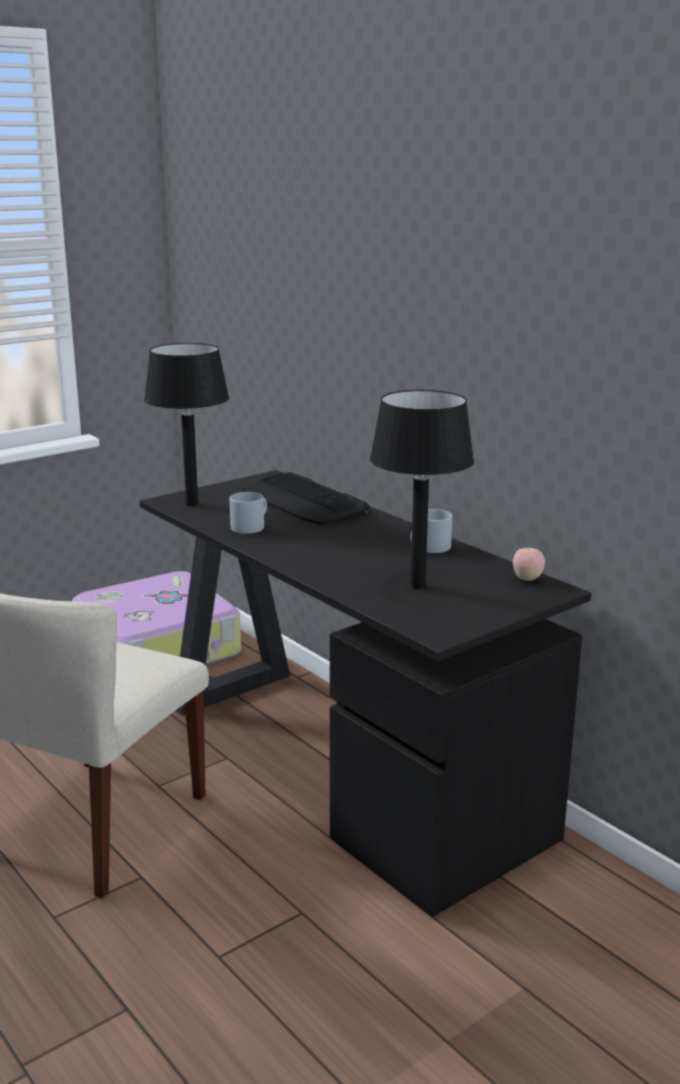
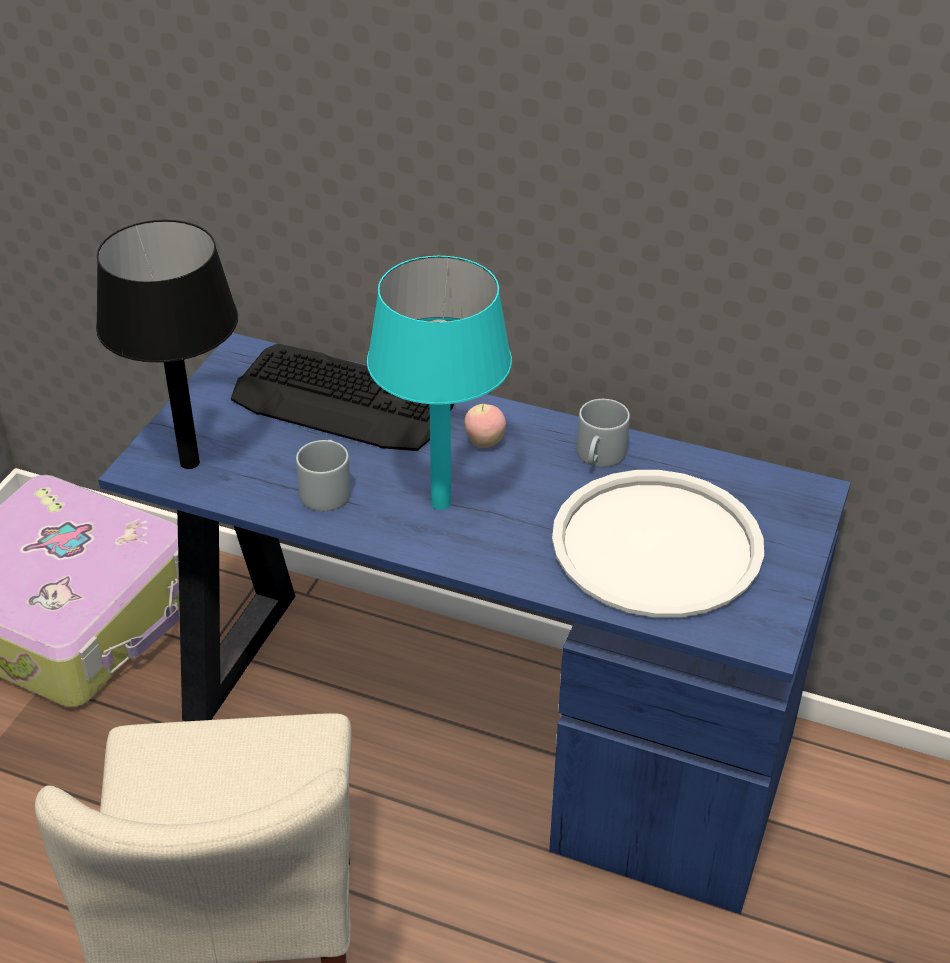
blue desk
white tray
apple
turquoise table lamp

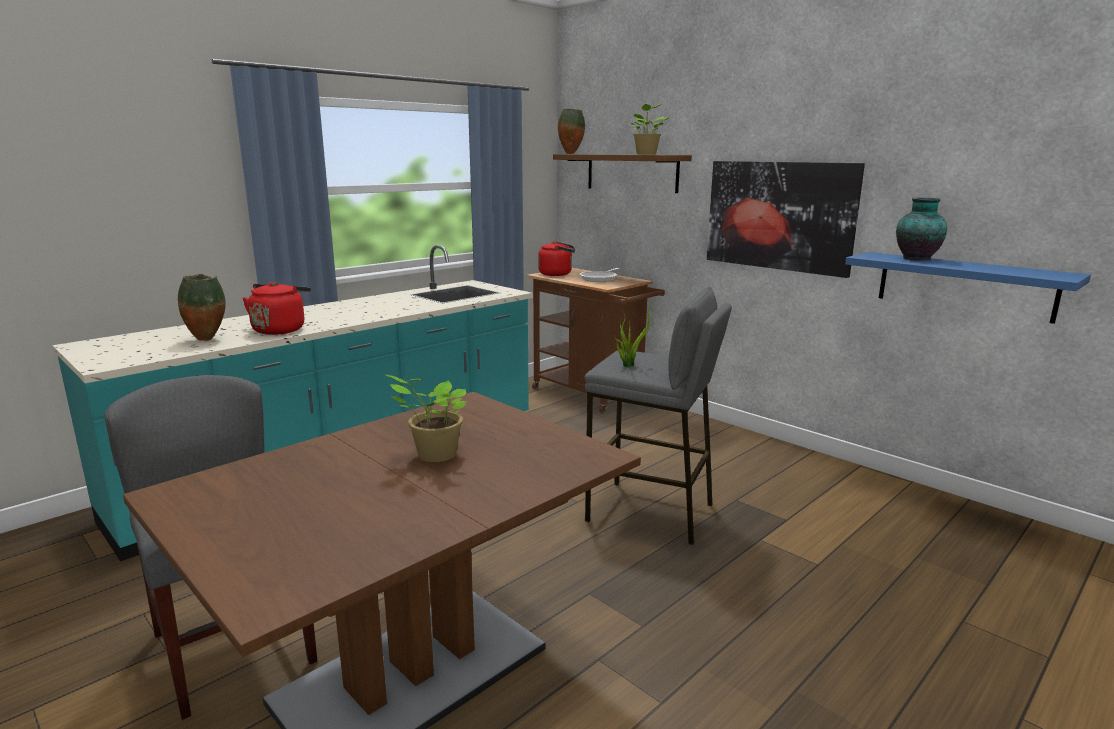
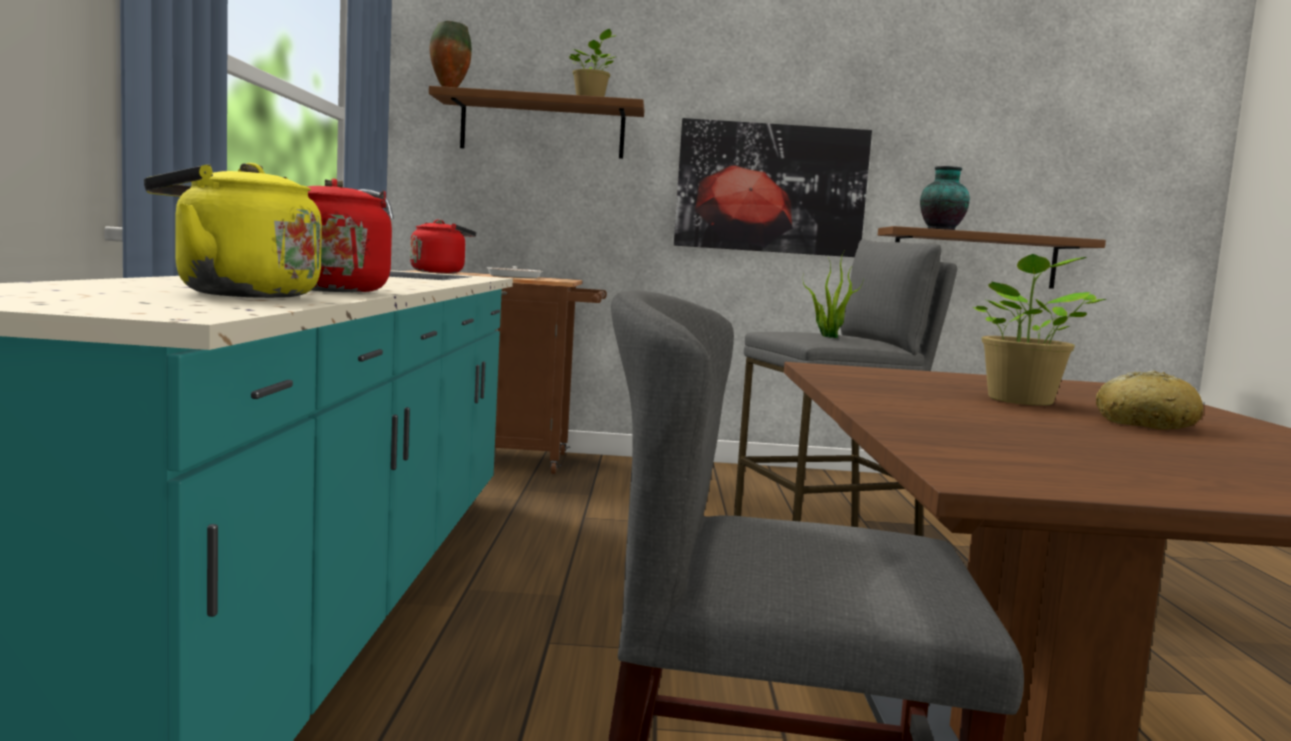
yellow kettle
brown shelf (2nd from left)
bread

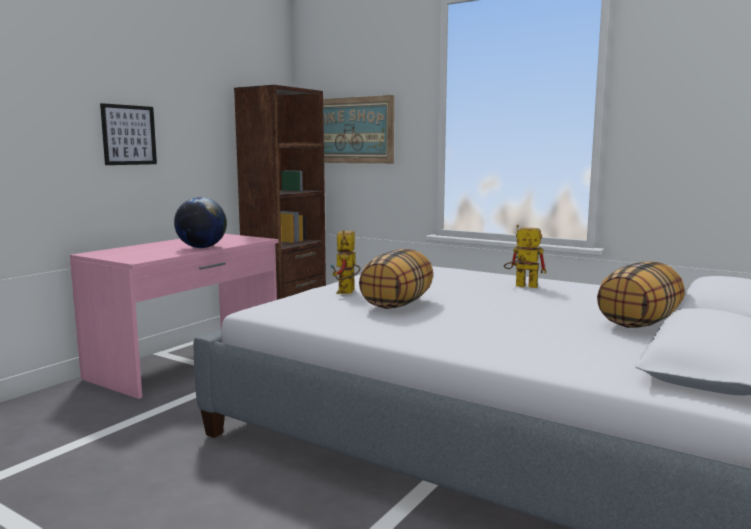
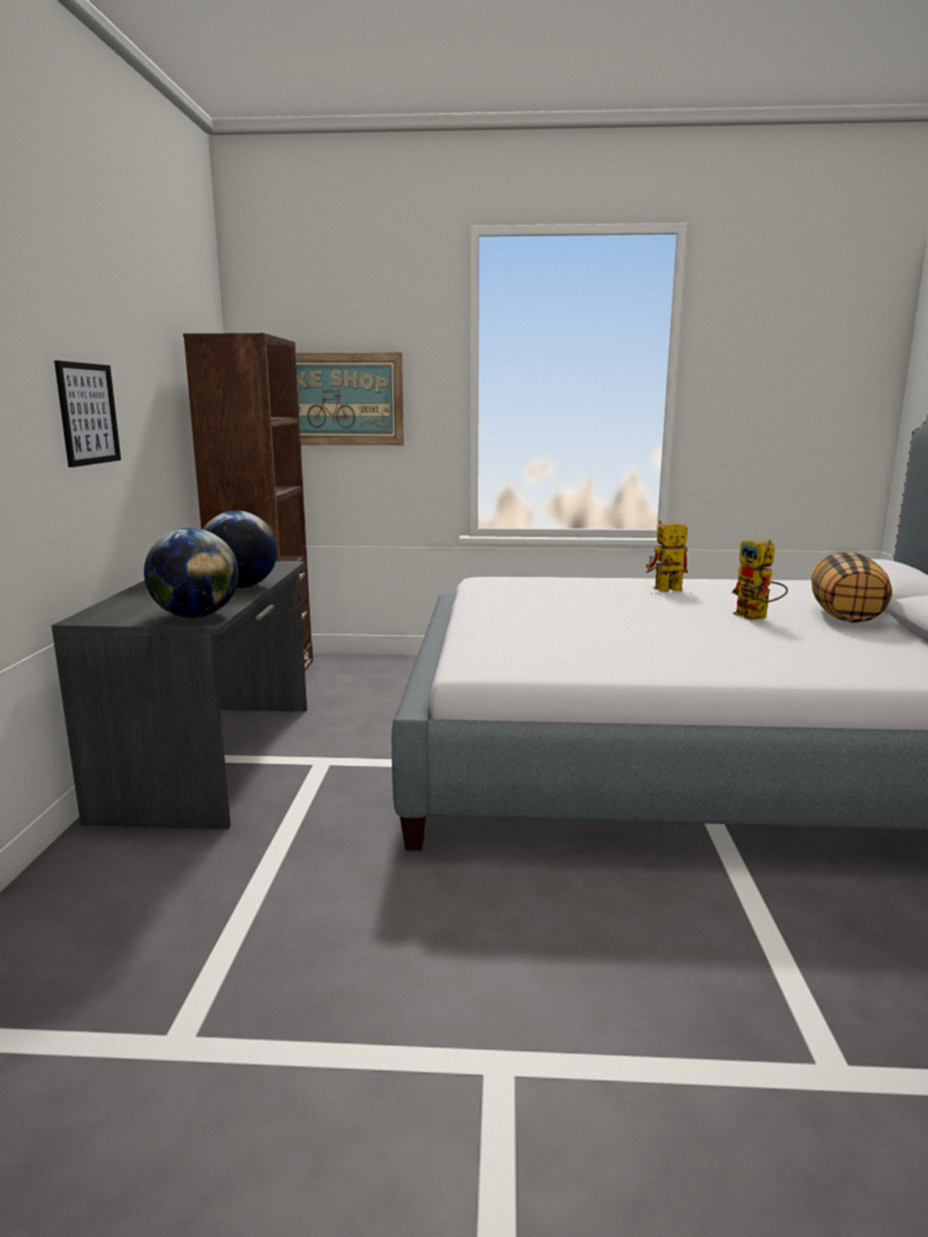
grey desk
toy robot (2nd from left)
pillow (1st from left in the first image)
globe (1st from left)

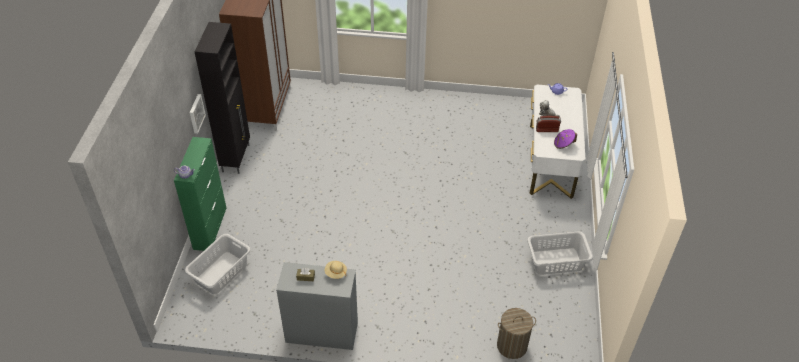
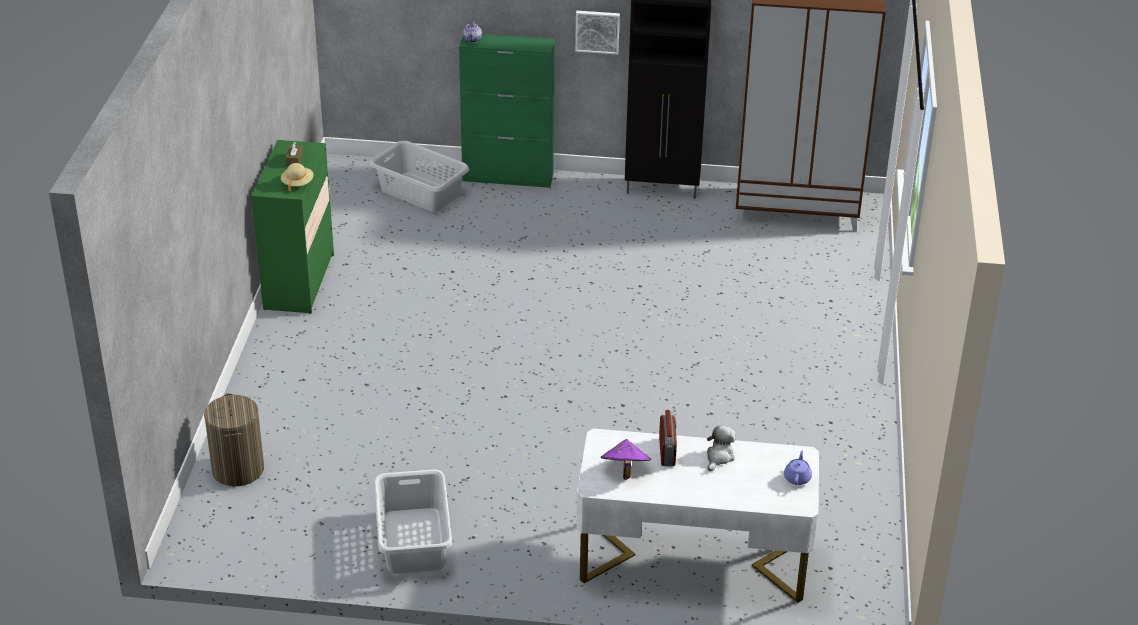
green dresser

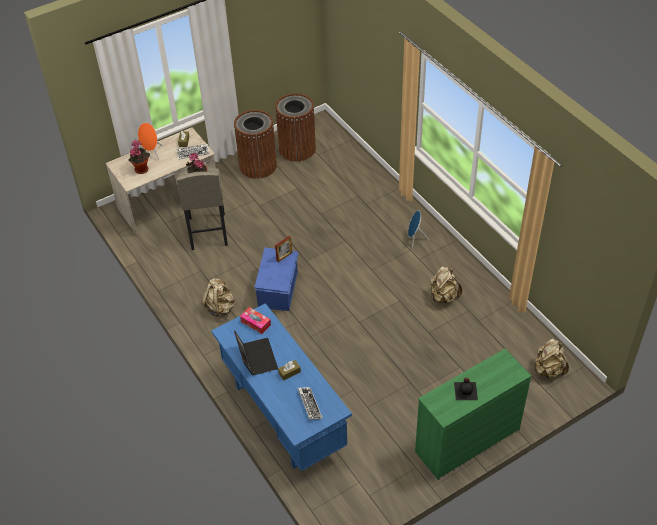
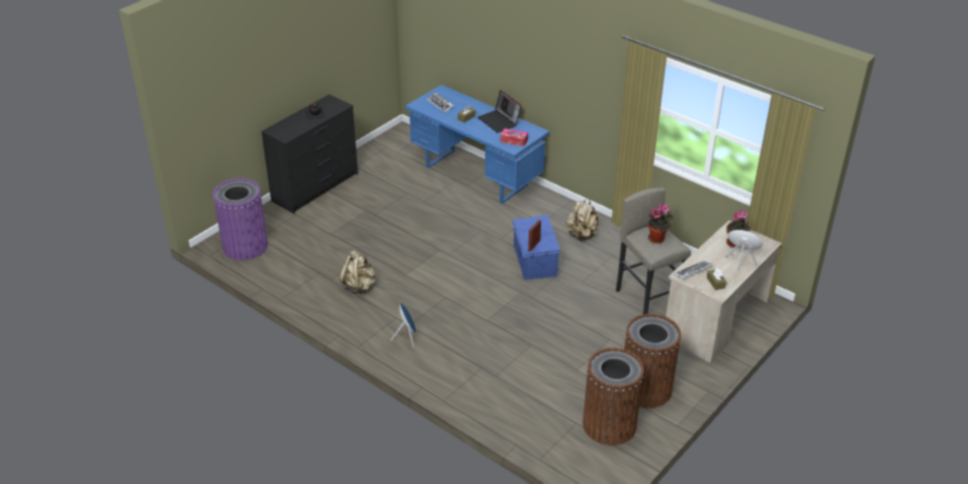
black dresser
purple trash can

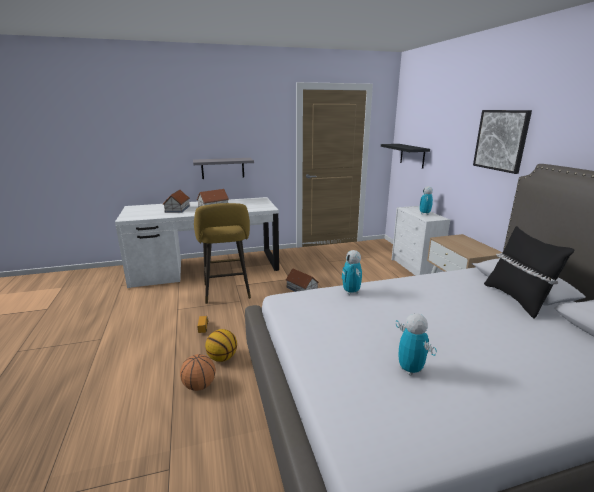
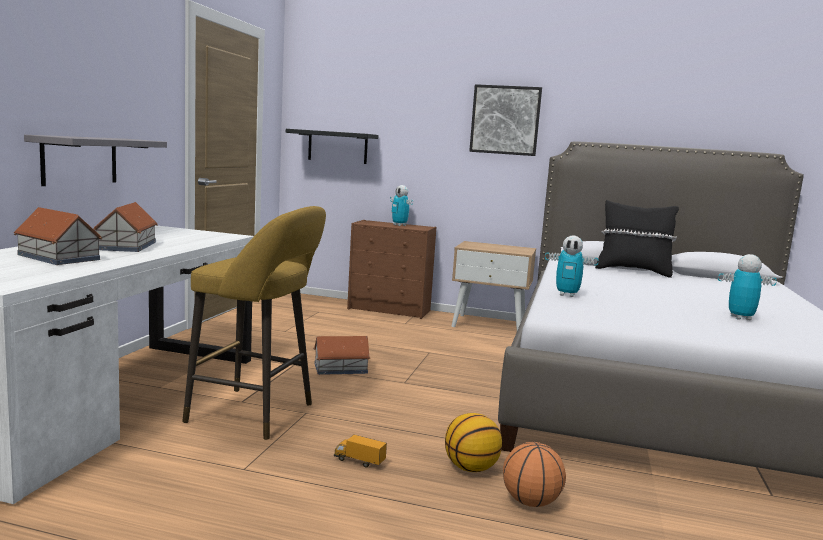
brown dresser

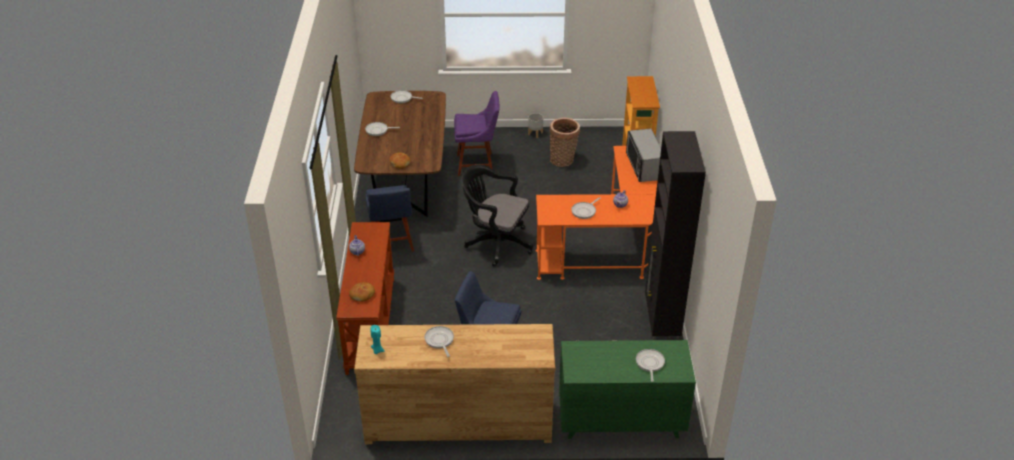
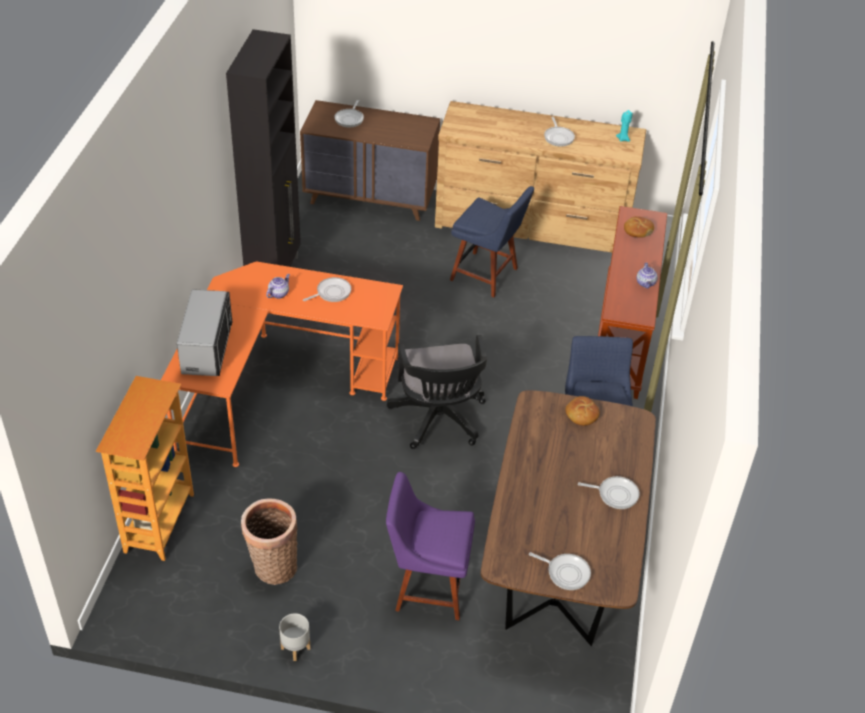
black office chair
brown dresser (1st from left)

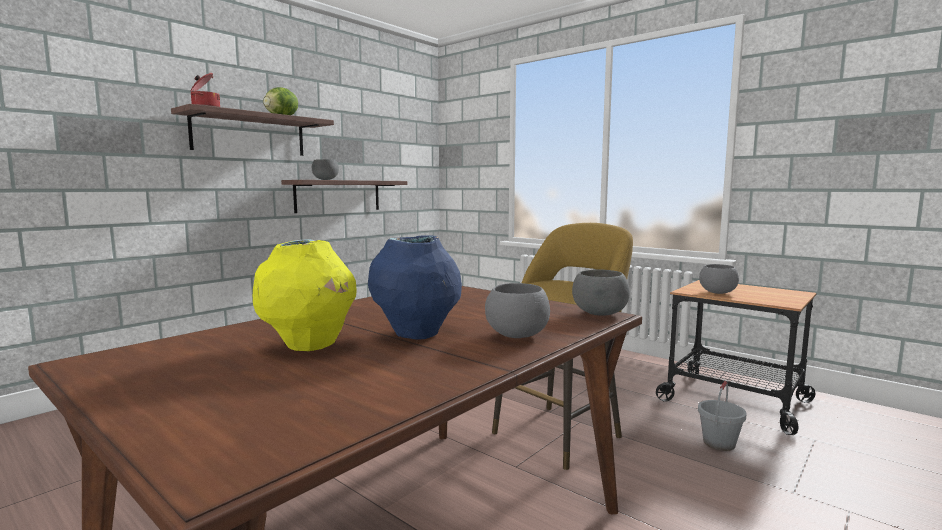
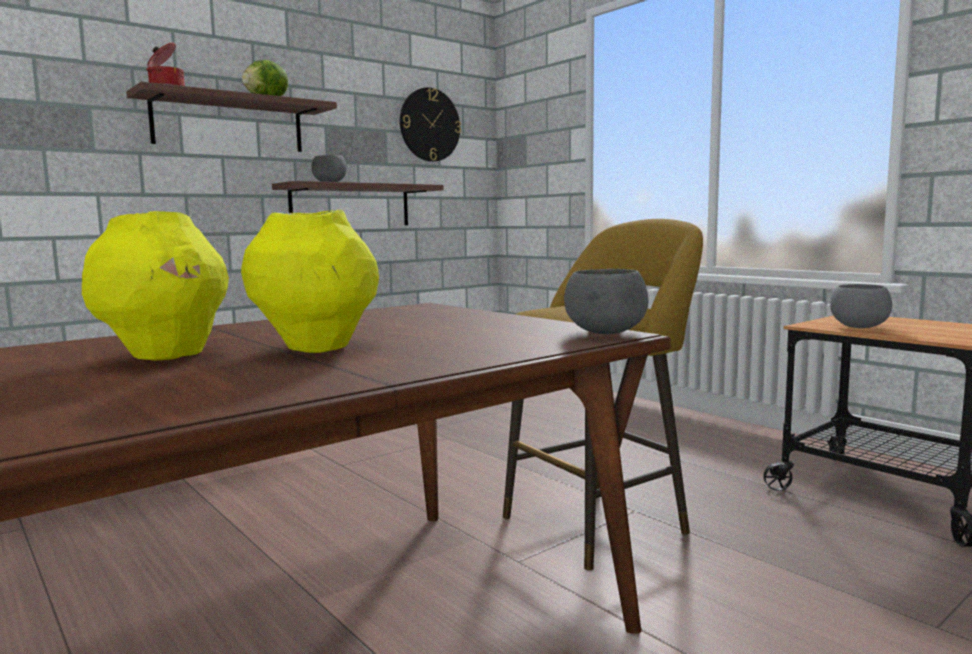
yellow vase (2nd from left)
grey bowl (2nd from left in the first image)
grey bucket
wall clock

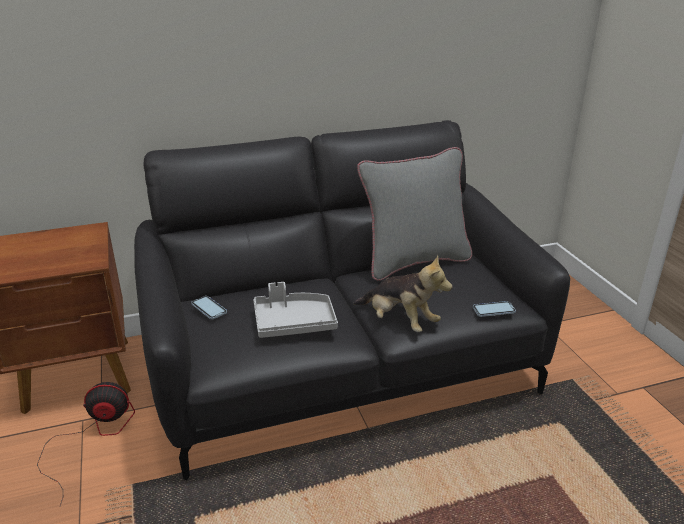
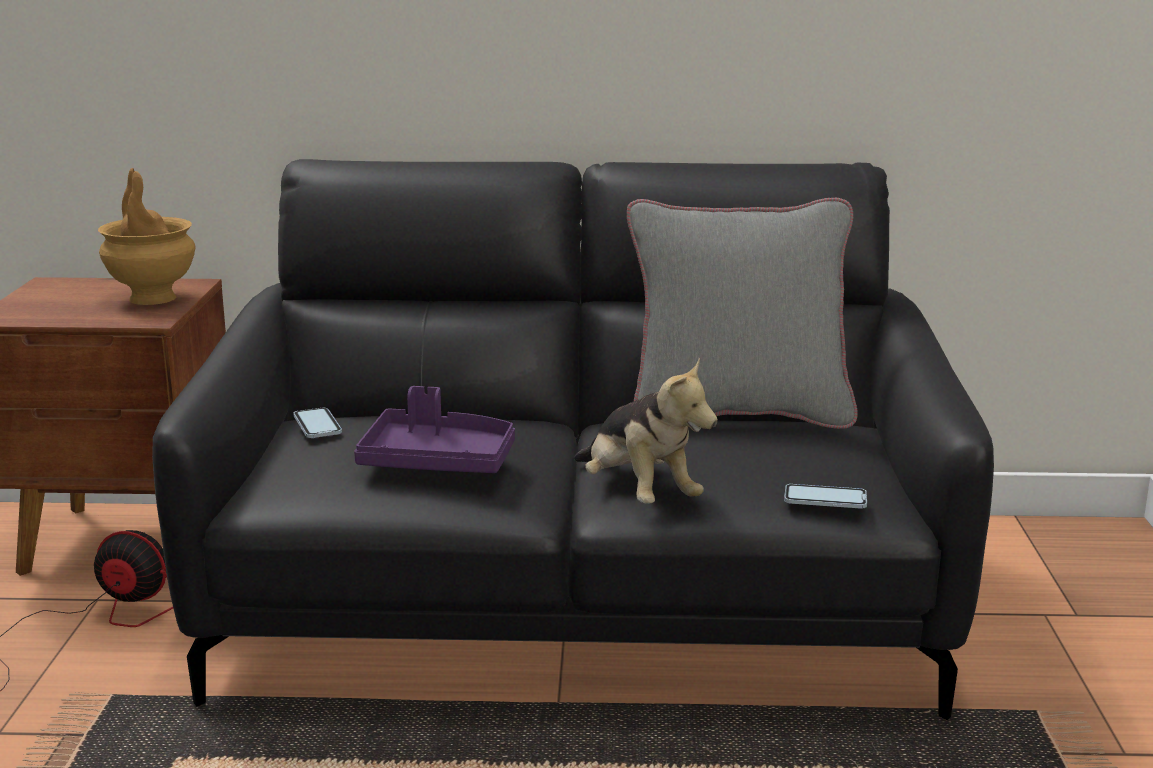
purple tray
brown vase

